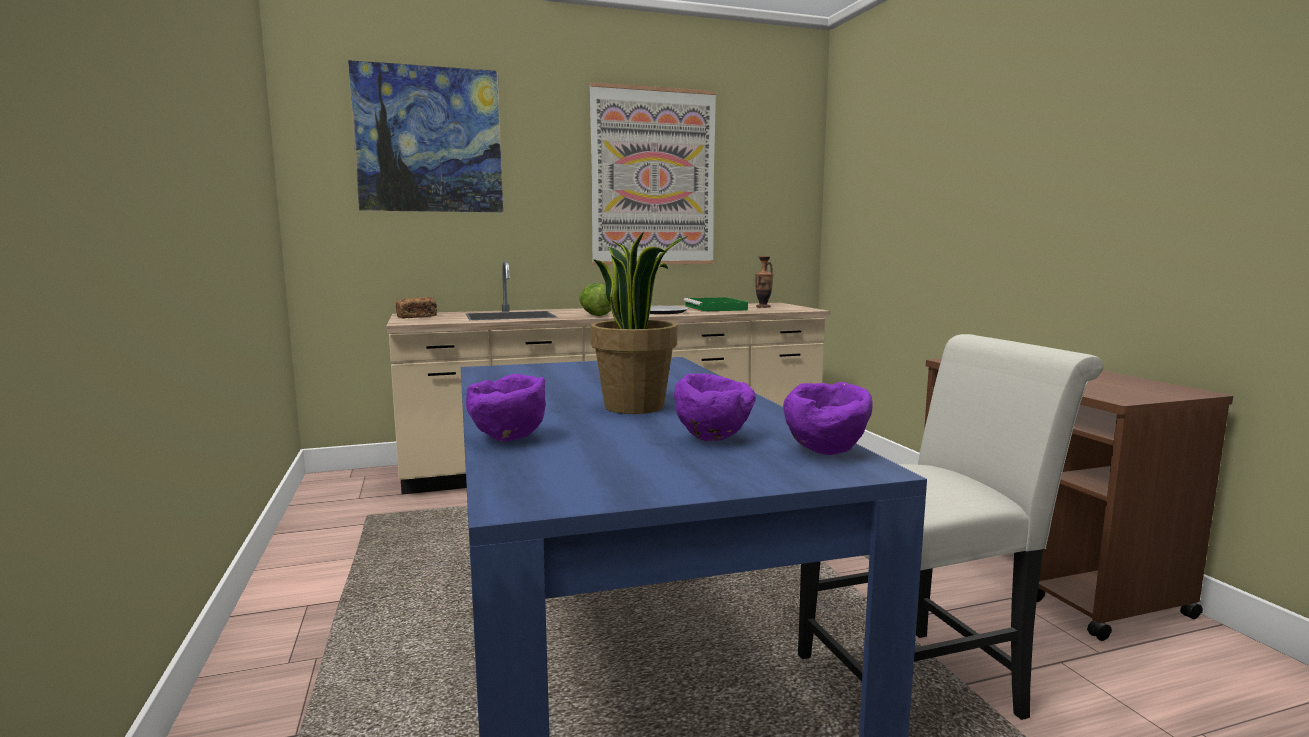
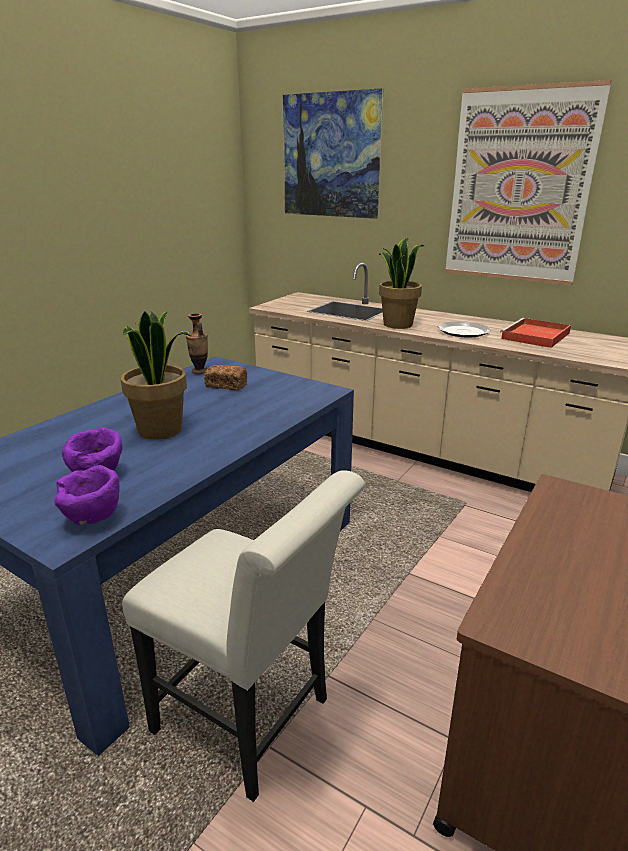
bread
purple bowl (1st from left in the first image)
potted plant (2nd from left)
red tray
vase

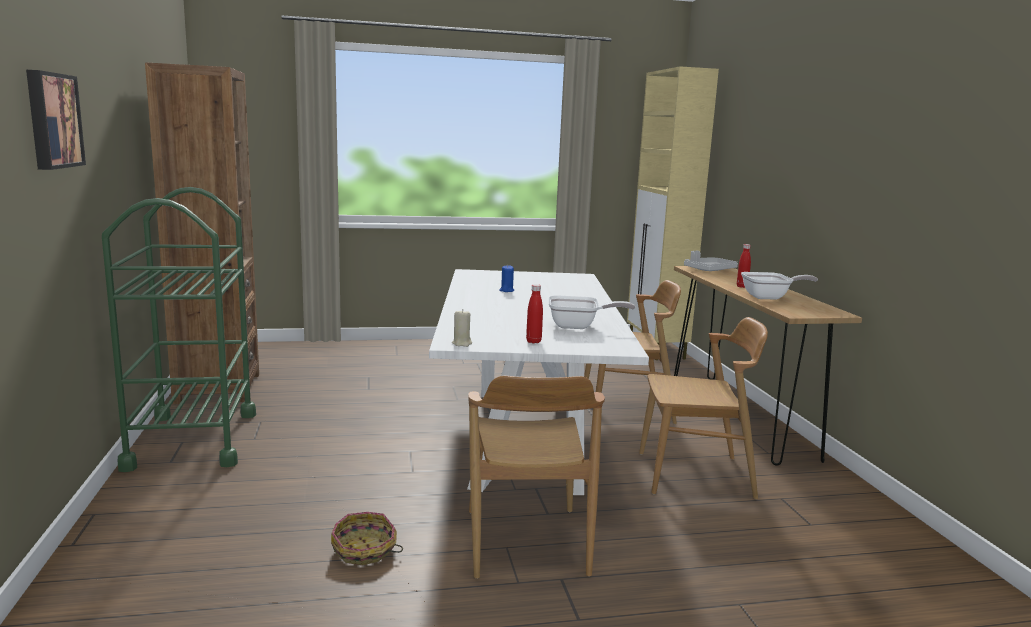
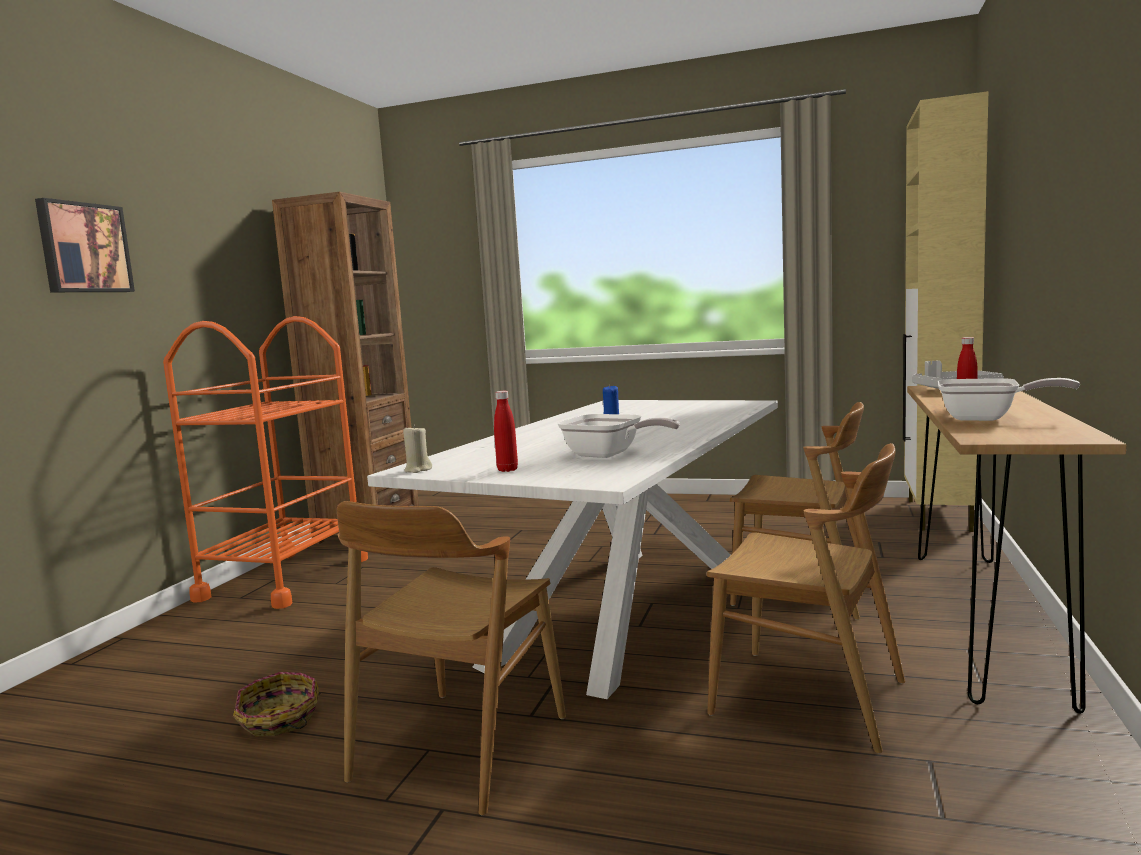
orange cart

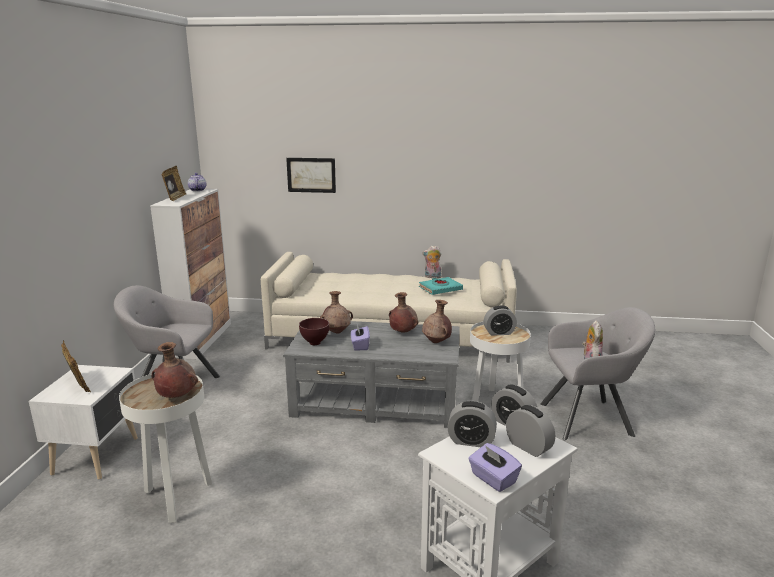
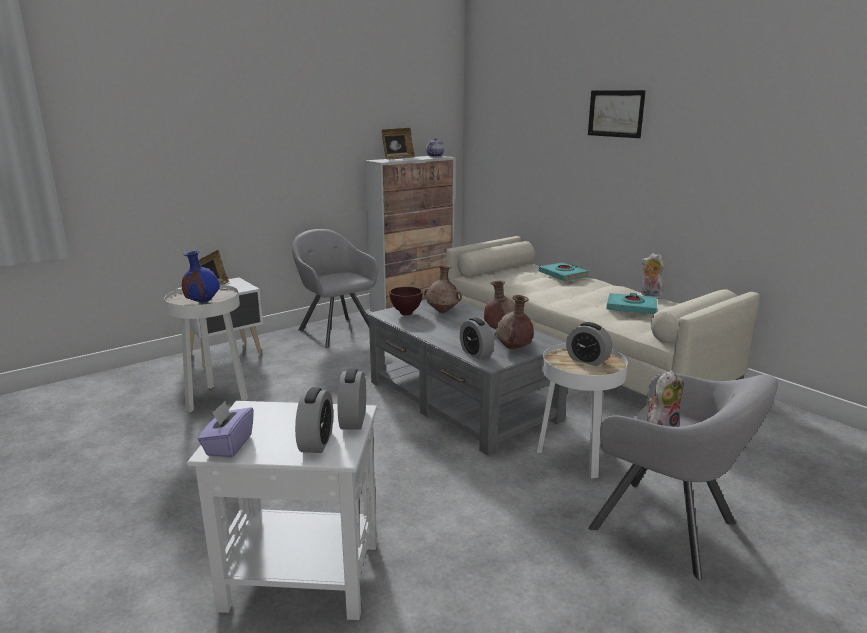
blue vase
picture
purple tissue box (1st from left in the first image)
alarm clock (3rd from left)
turquoise book (1st from left)

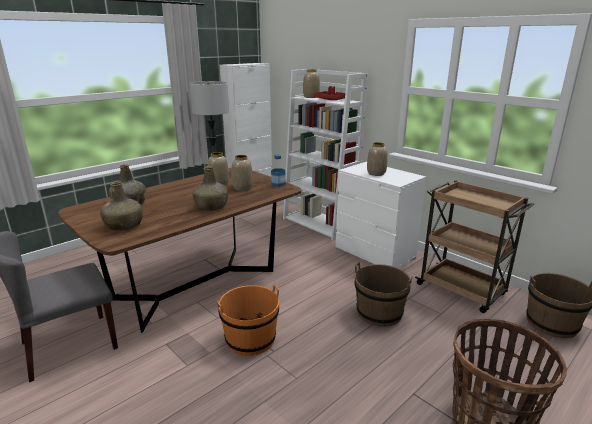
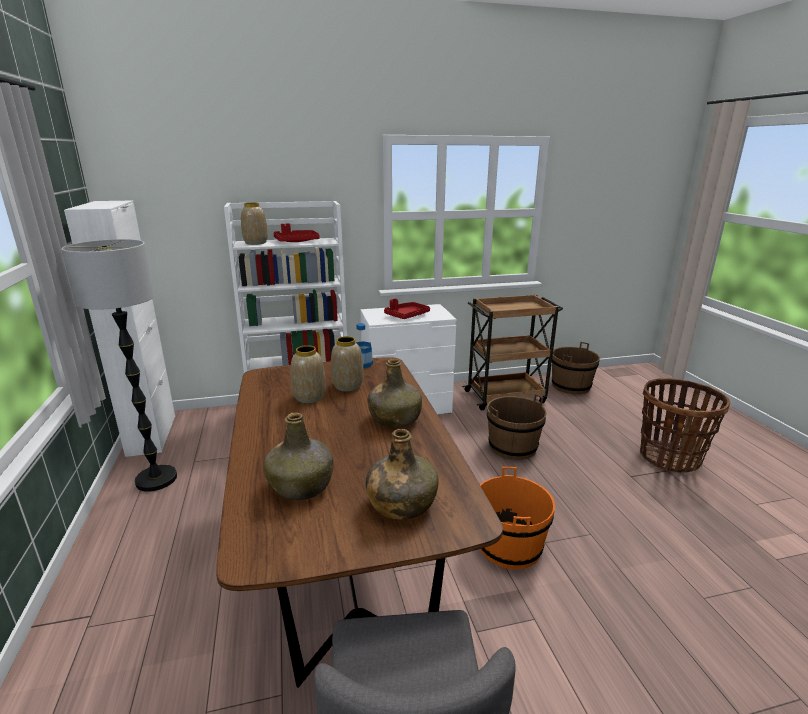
red tray (2nd from left)

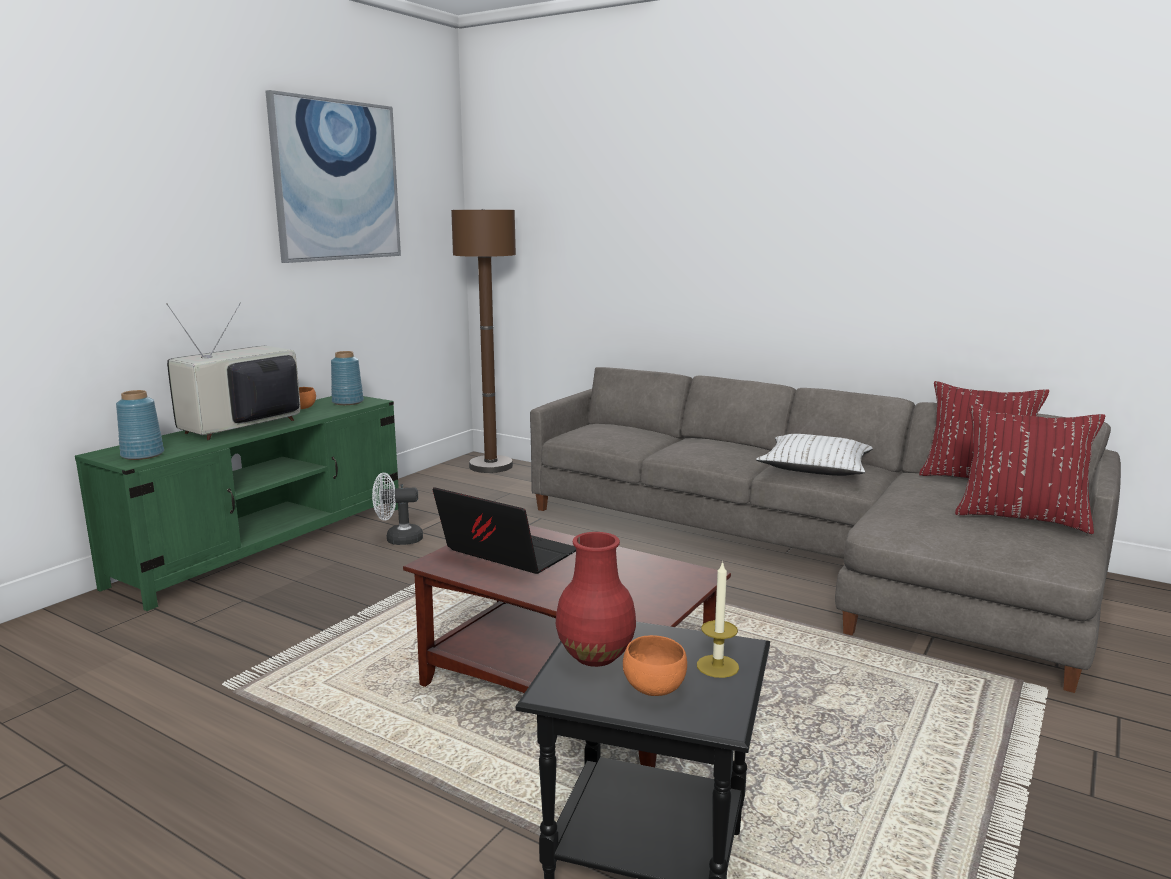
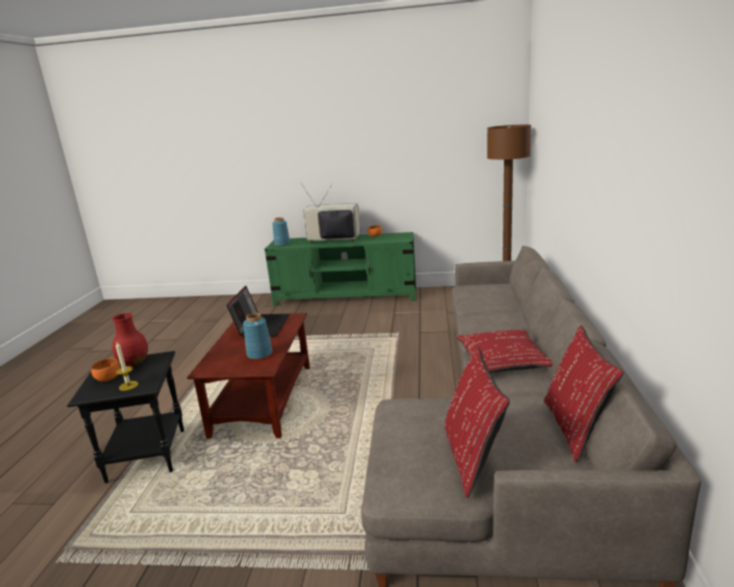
picture
blue vase (1st from left)
white fan
red pillow (2nd from left)

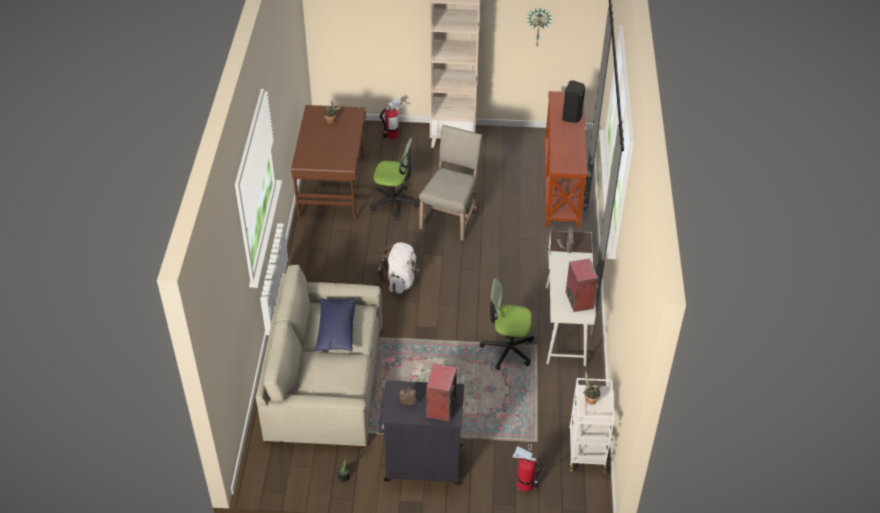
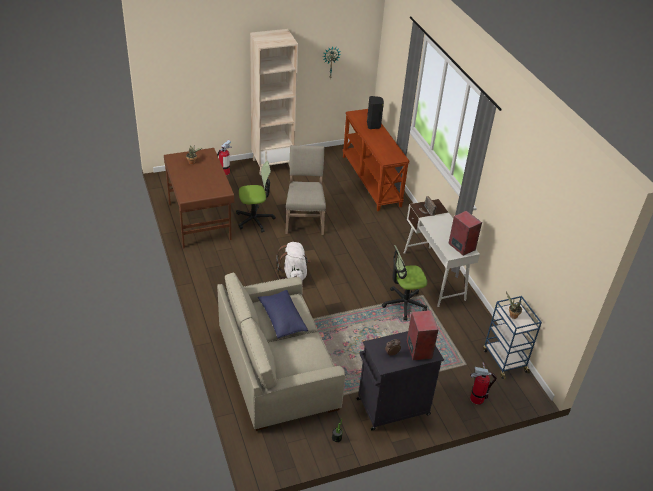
blue cart

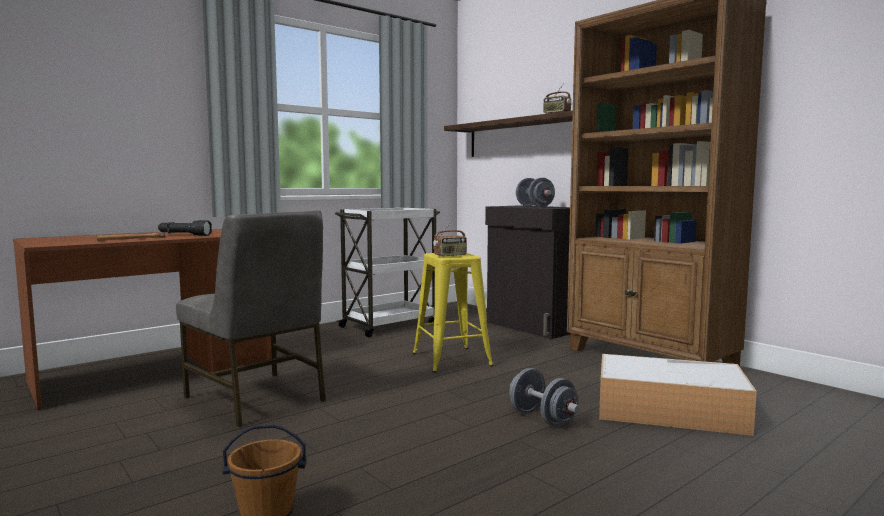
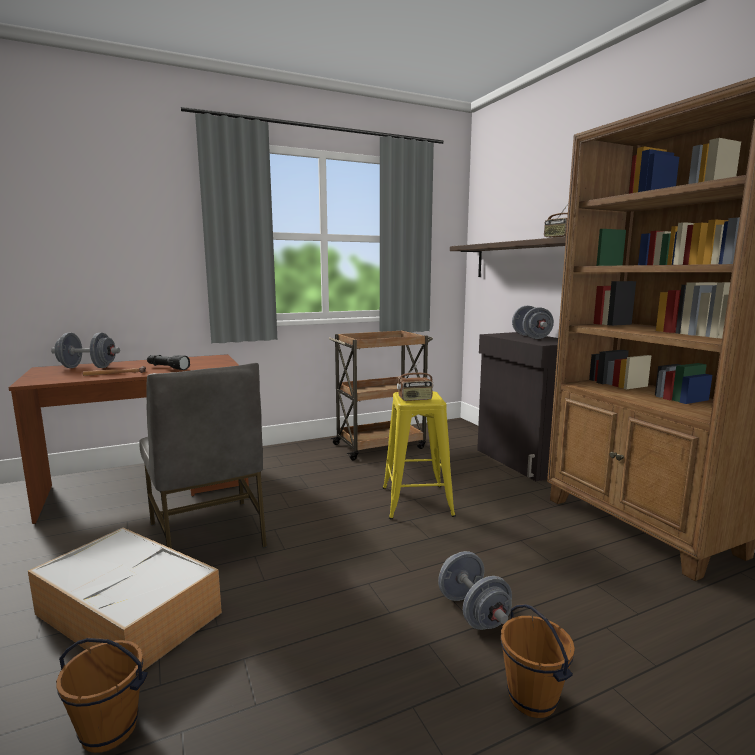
brown cart
storage box
grey dumbbell (1st from left)
brown bucket (2nd from left)

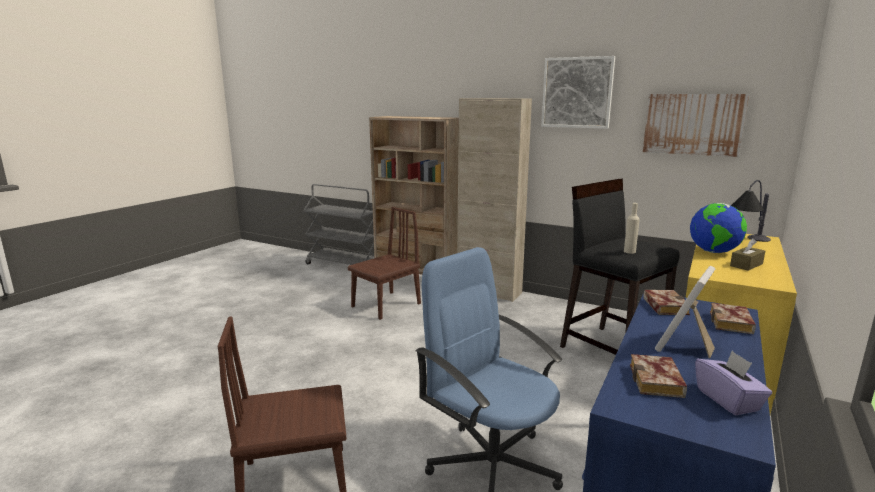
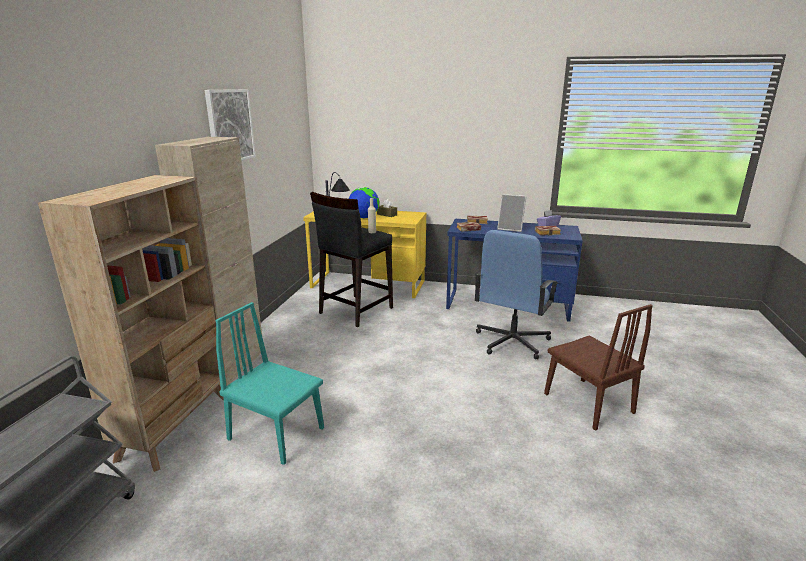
turquoise chair
picture (2nd from left in the first image)

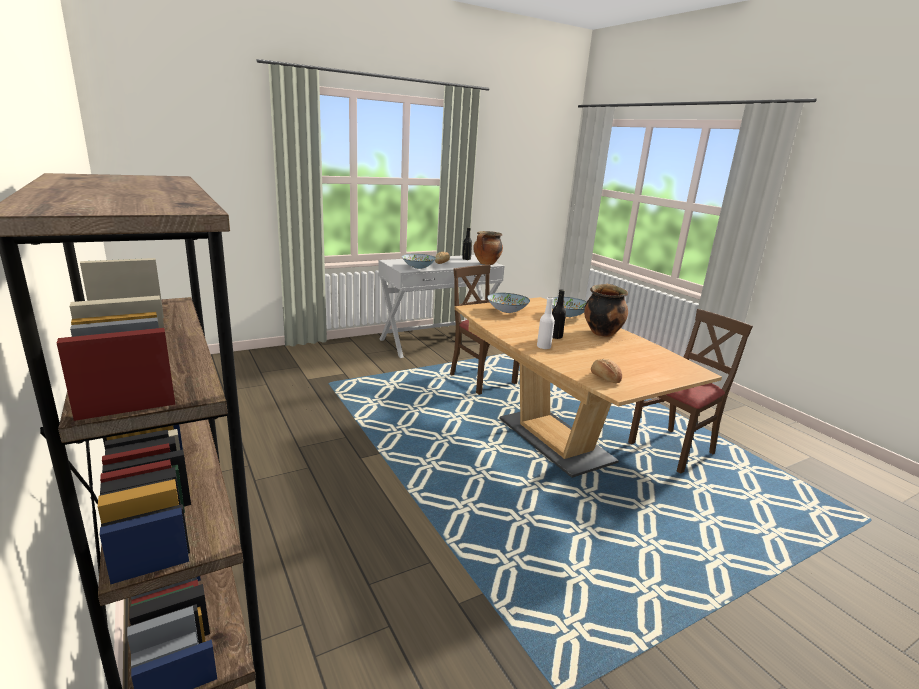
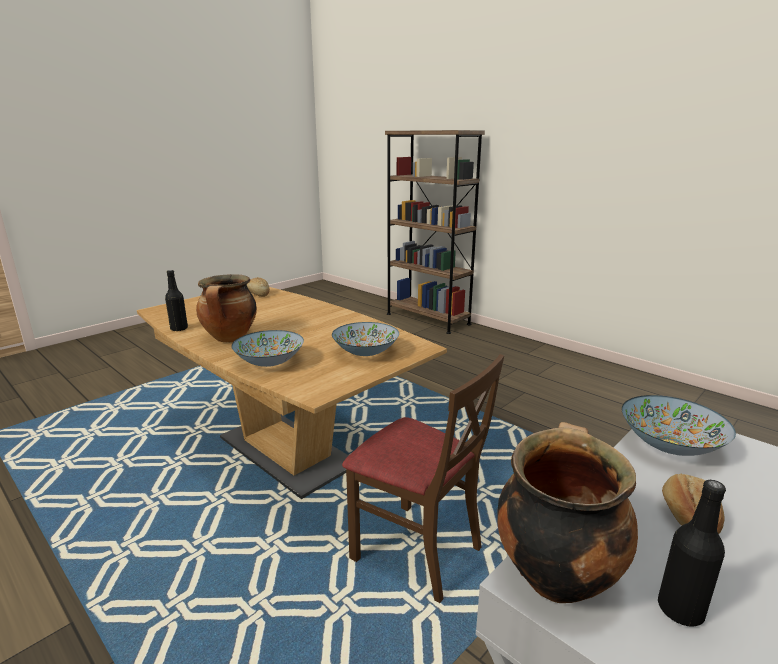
white bottle
black bottle (1st from left)
brown chair (2nd from left in the first image)

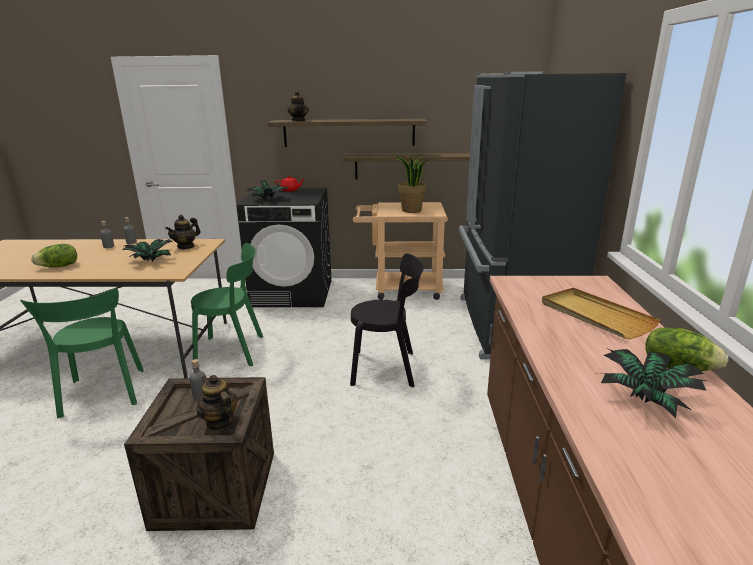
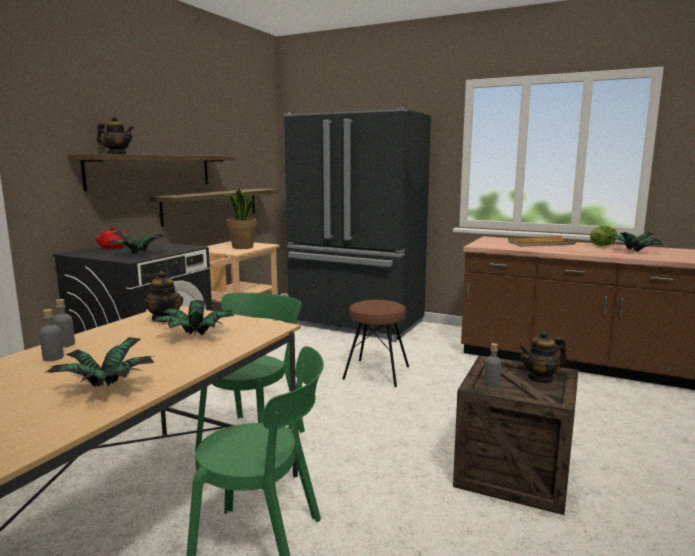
potted plant (1st from left)
brown stool

